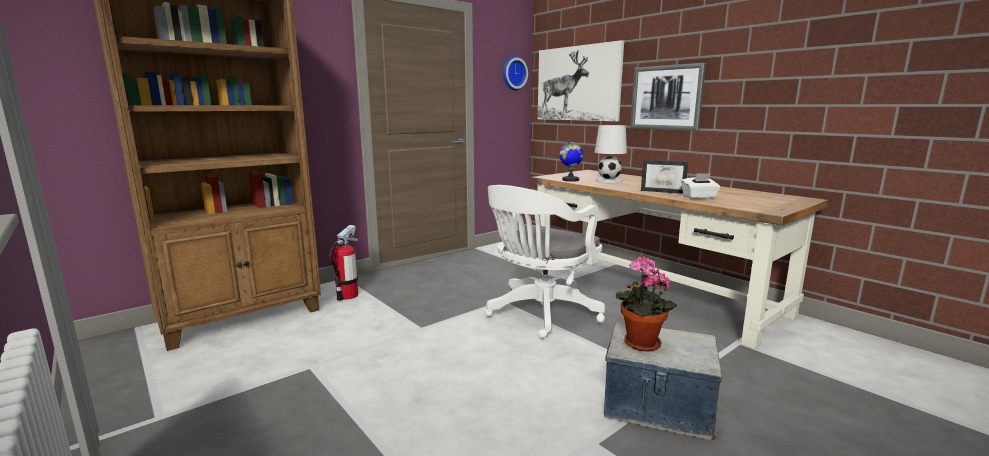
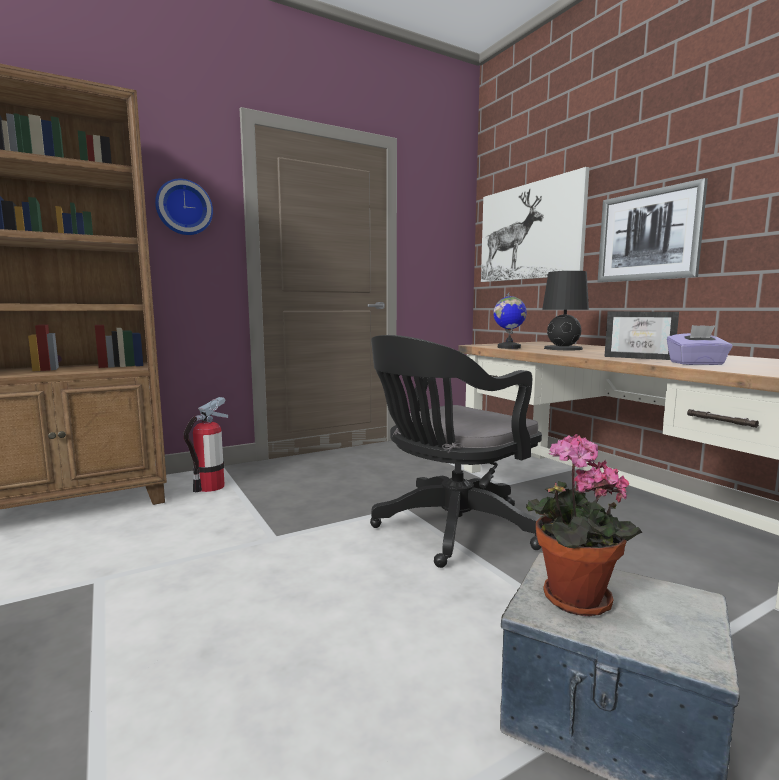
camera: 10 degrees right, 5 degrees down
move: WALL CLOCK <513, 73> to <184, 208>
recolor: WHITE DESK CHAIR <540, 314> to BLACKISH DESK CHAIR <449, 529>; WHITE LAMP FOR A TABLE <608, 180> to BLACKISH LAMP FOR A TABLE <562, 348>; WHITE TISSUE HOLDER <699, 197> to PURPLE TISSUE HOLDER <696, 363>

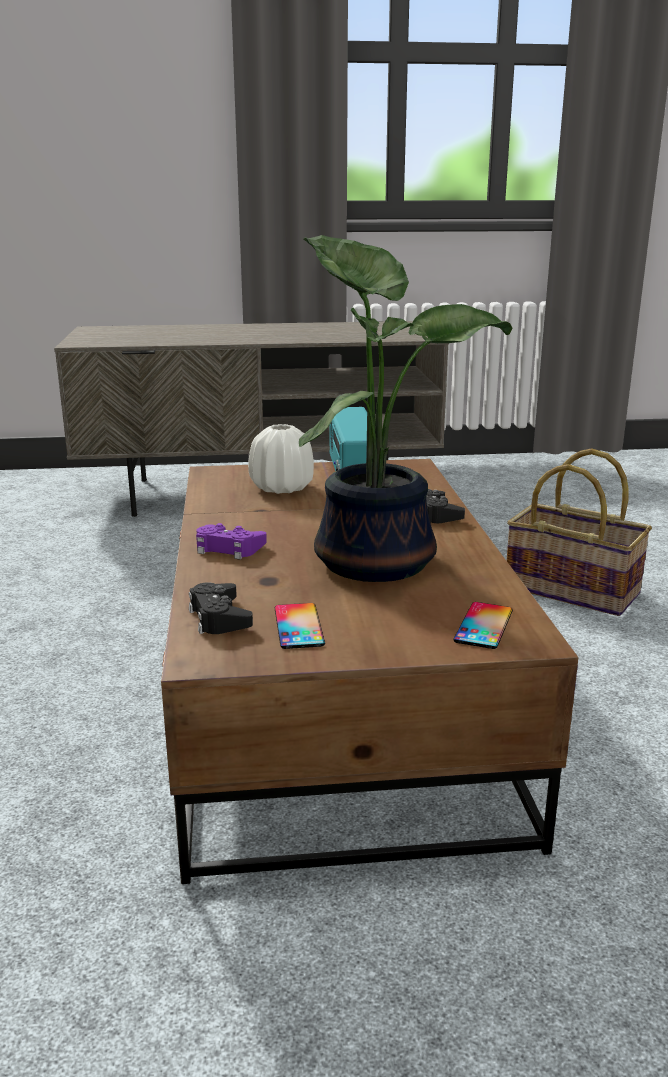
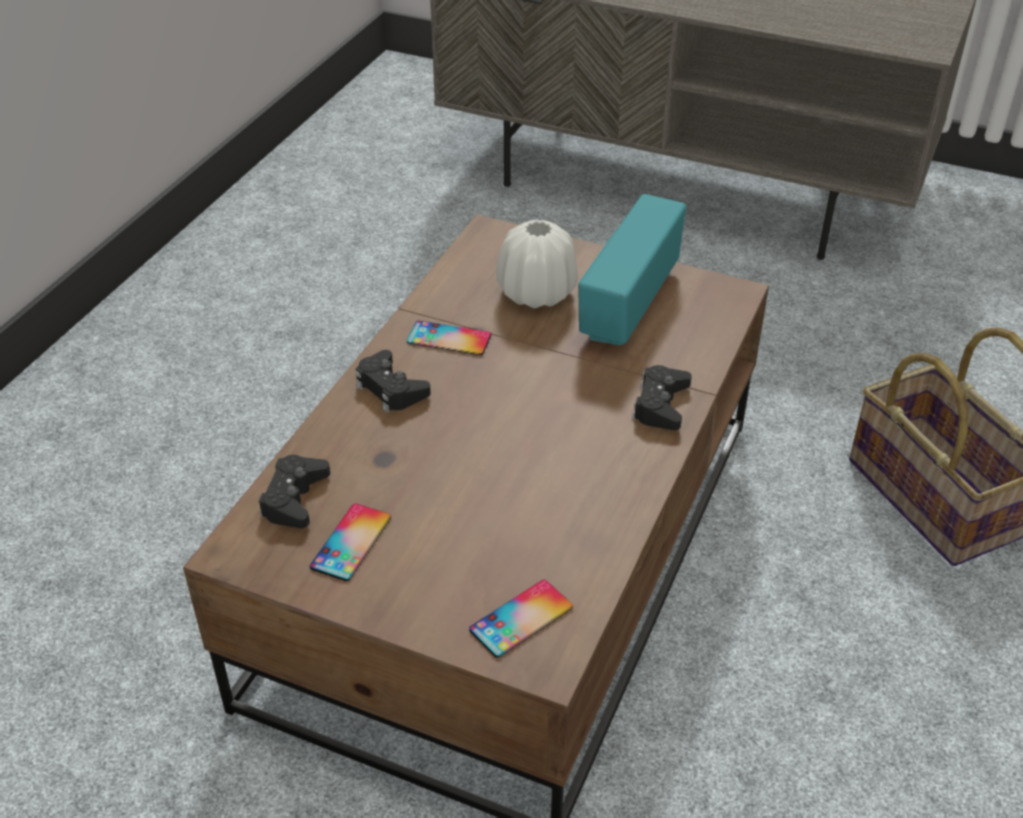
camera: 30 degrees right, 20 degrees up
delete: PLANT IN A POT <377, 558>
insert: PHONE <449, 339>
recolor: PURPLE GAMEPAD <228, 548> to BLACKISH GAMEPAD <390, 388>

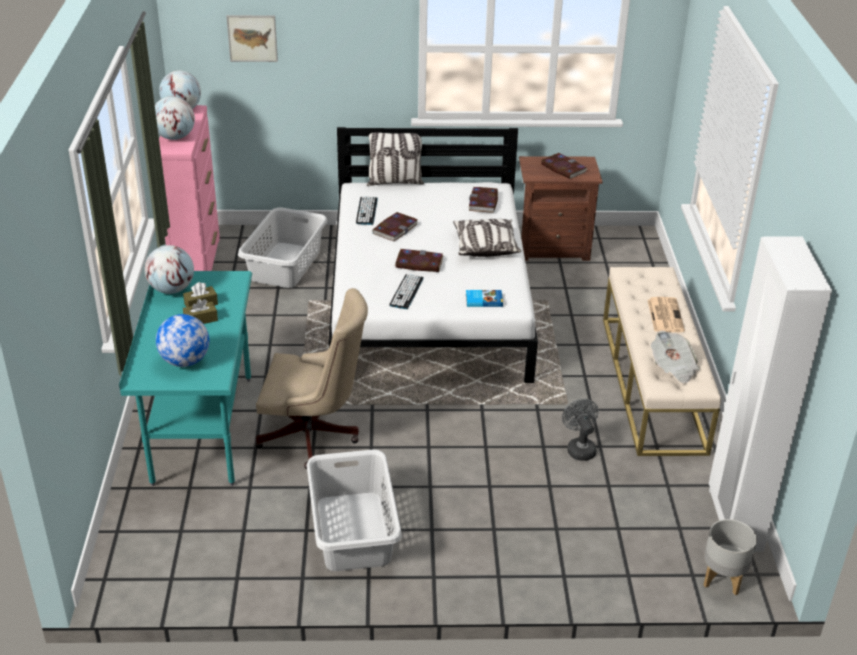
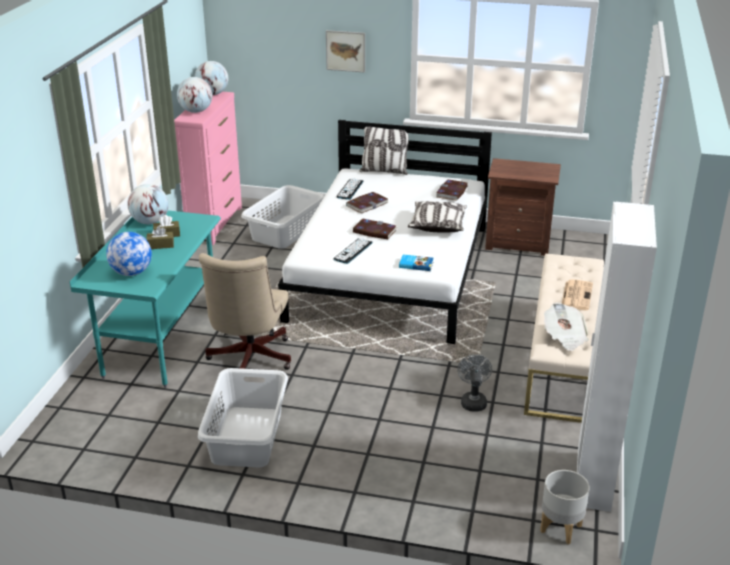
camera: 15 degrees right, 5 degrees down
delete: BOUND BOOK <563, 168>
move: WALL ART <252, 38> to <345, 51>
rotate: SAND-COLOURED DESK CHAIR <314, 436> = <248, 360> 75 degrees clockwise

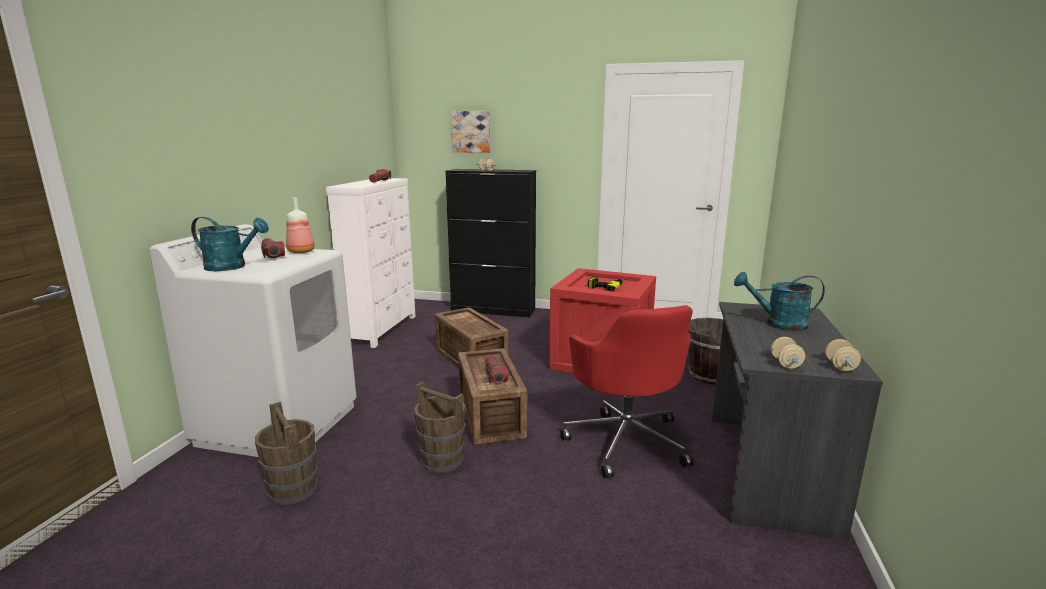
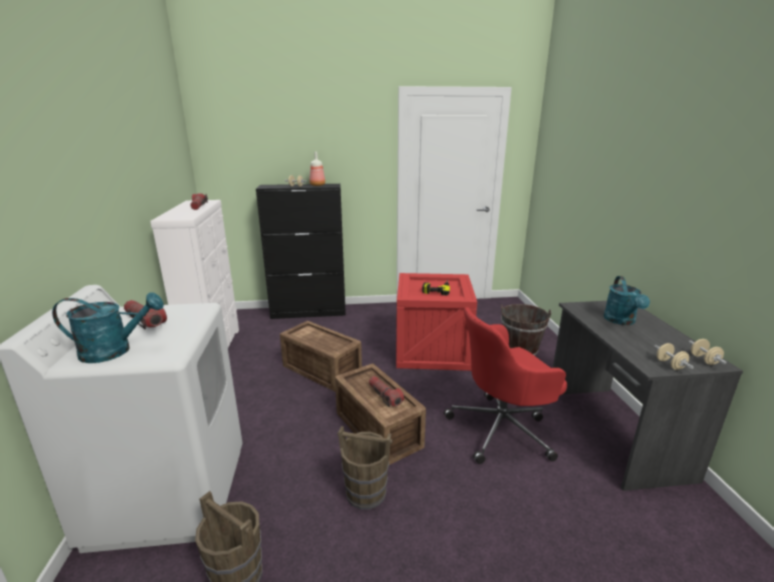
camera: 20 degrees left, 5 degrees up
delete: WALL ART <471, 131>
move: DRINK BOTTLE <300, 251> to <317, 185>
rotate: REDDISH DESK CHAIR <626, 440> = <502, 429> 105 degrees clockwise; TURQUOISE-COLOURED WATERING CAN <778, 324> = <621, 321> 75 degrees counterclockwise

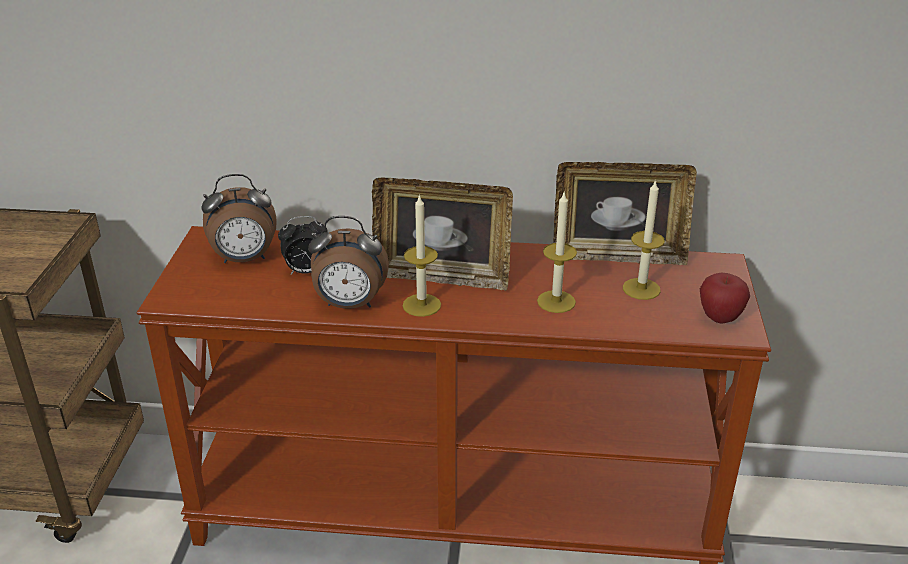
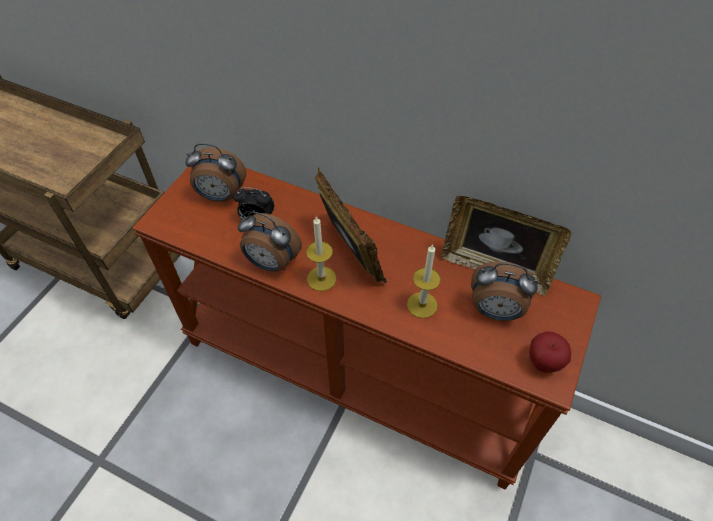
camera: 20 degrees right, 20 degrees up
replace: CANDLE <641, 289> to BEDSIDE CLOCK <495, 311>
rotate: PHOTO FRAME <442, 276> = <349, 252> 150 degrees counterclockwise

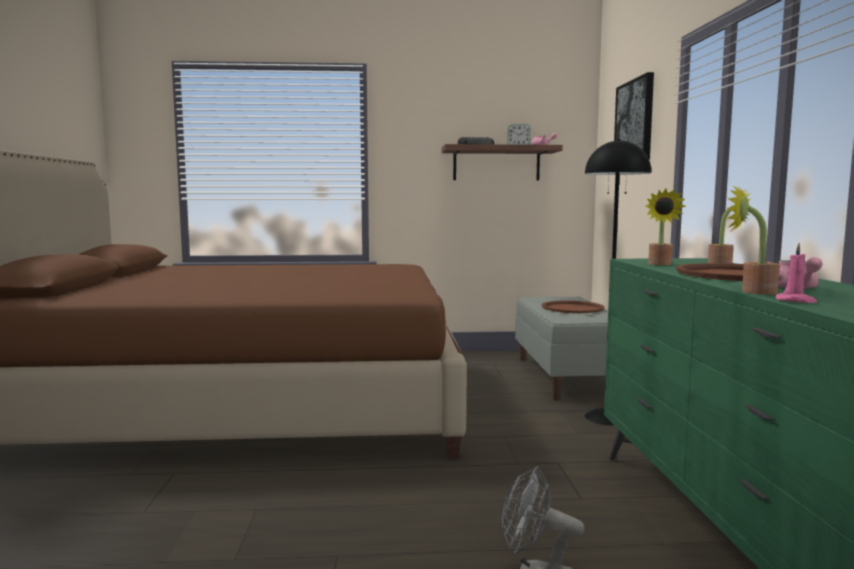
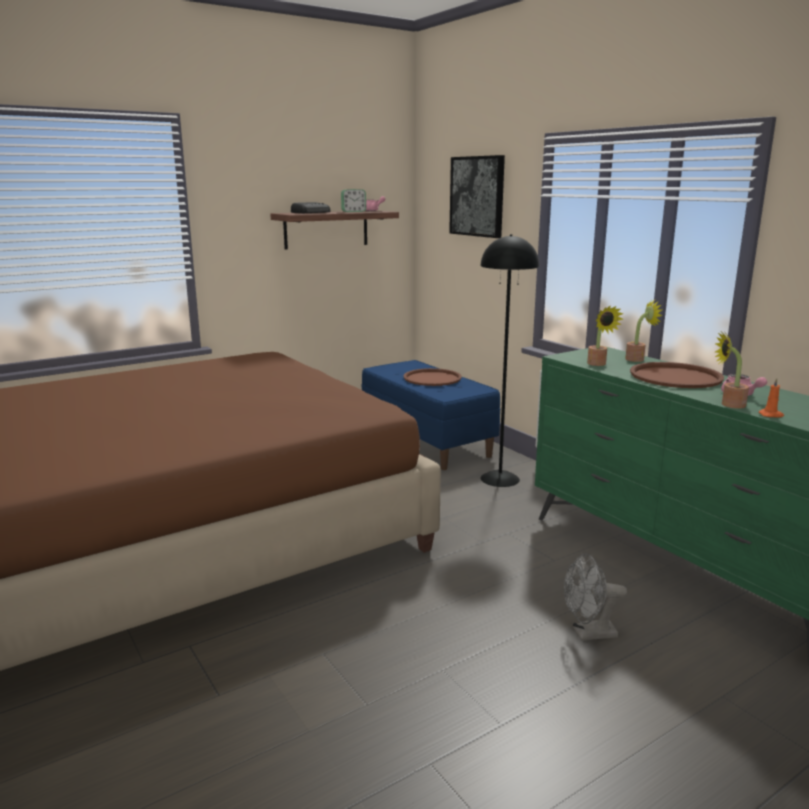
camera: 30 degrees left, 10 degrees up
recolor: GRAY INDOOR BENCH <566, 377> to BLUE INDOOR BENCH <427, 442>; PINK-COLOURED CANDLE <796, 301> to ORANGEY CANDLE <771, 415>

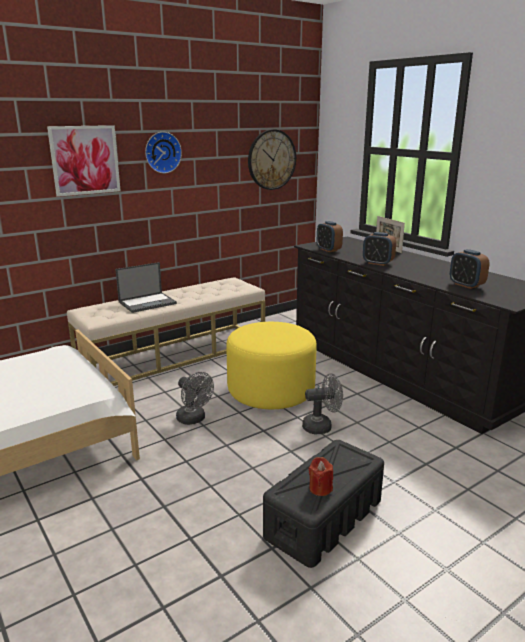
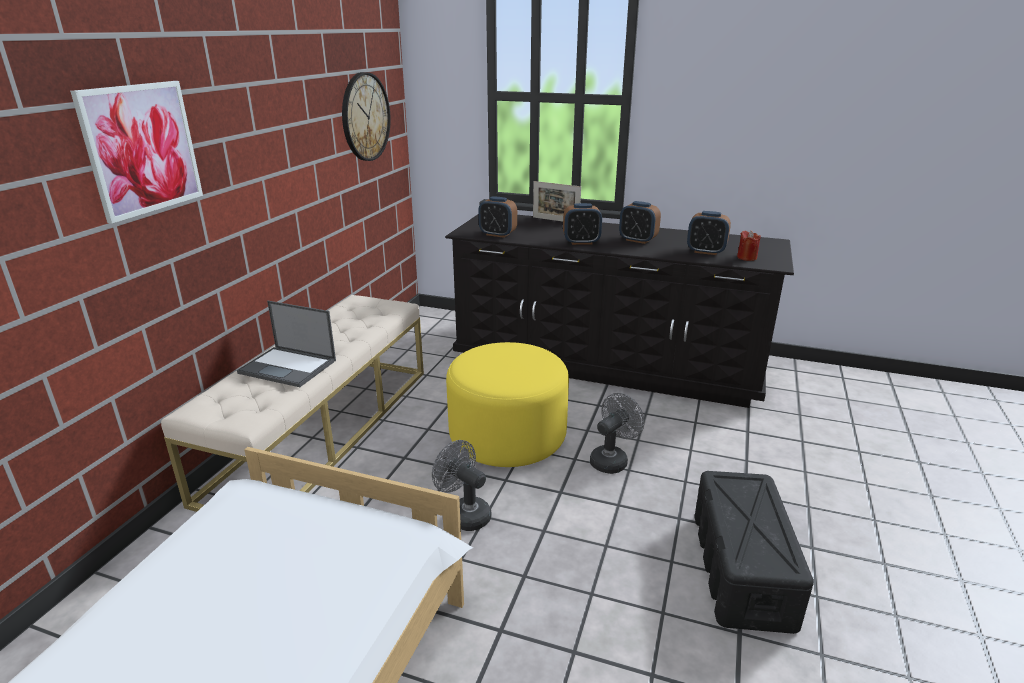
camera: 35 degrees left, 5 degrees up
delete: WALL CLOCK <162, 152>
insert: BEDSIDE CLOCK <638, 240>
move: REDDISH CANDLE <320, 488> to <746, 257>
rotate: LAPTOP <148, 303> = <289, 367> 90 degrees clockwise; GRAY FAN <194, 419> = <464, 514> 150 degrees counterclockwise

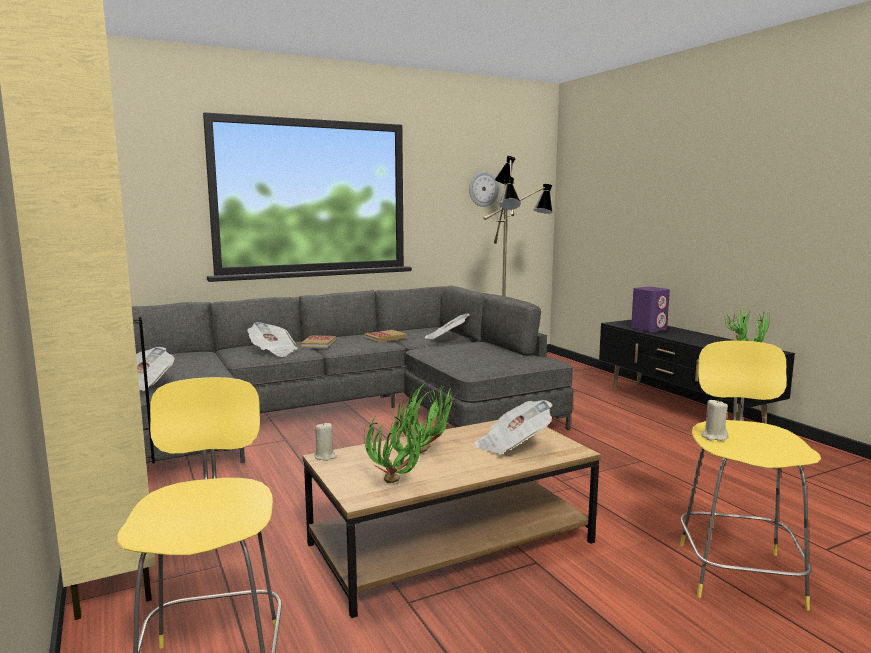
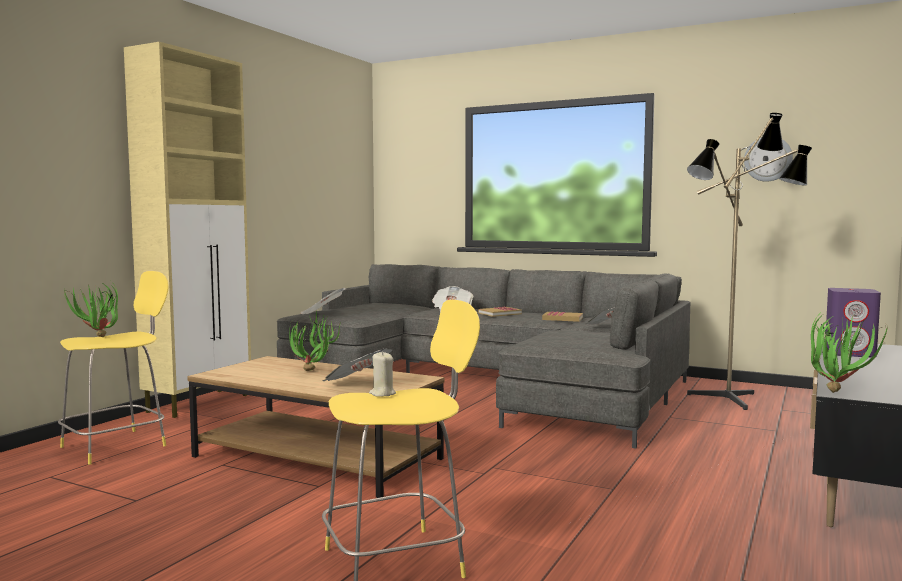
camera: 55 degrees right, 5 degrees down
delete: SAND-COLOURED CANDLE <325, 456>
move: PLANT IN A POT <399, 485> to <98, 338>

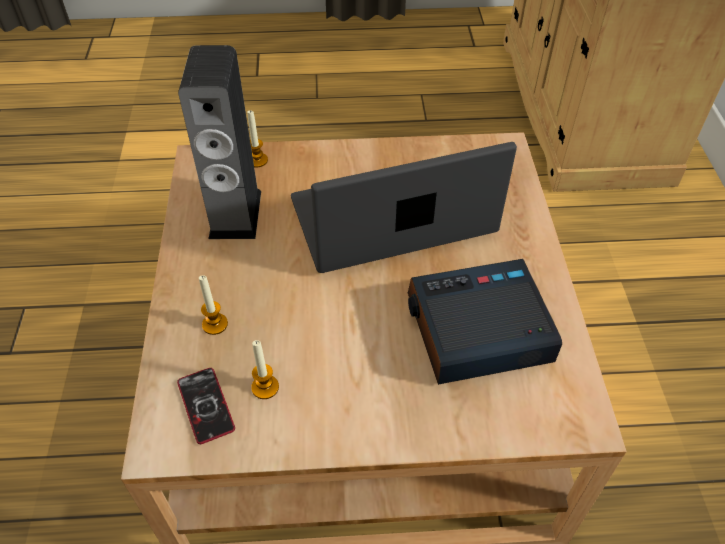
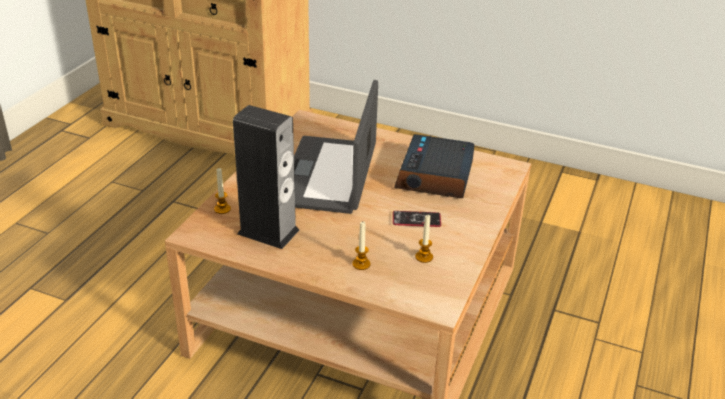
camera: 65 degrees left, 15 degrees down
move: PHONE <205, 405> to <416, 220>

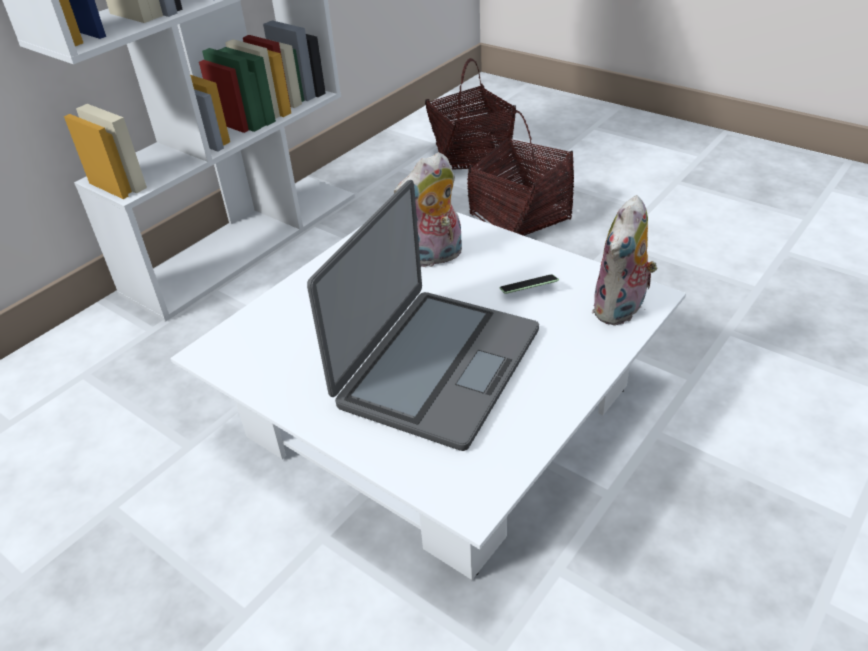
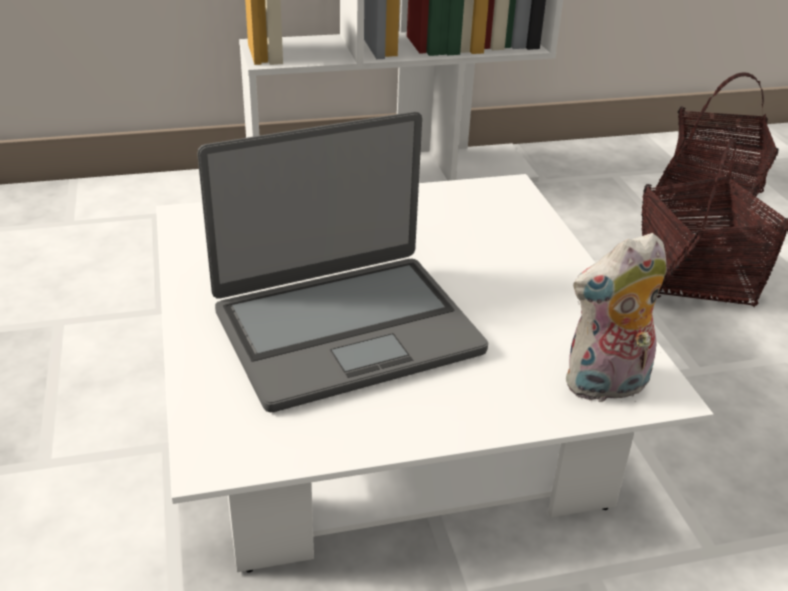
camera: 35 degrees right, 5 degrees down
delete: SOFT TOY <435, 257>; PHONE <528, 290>

